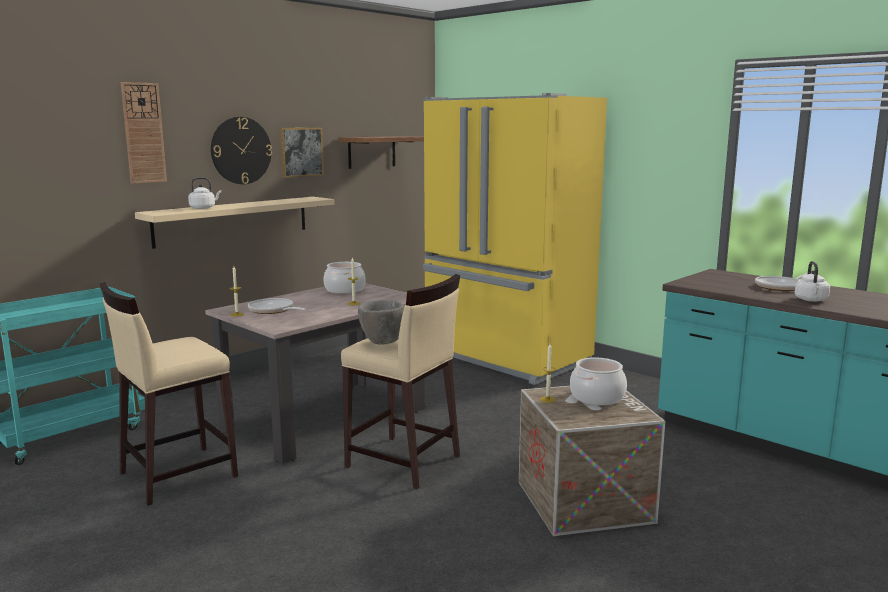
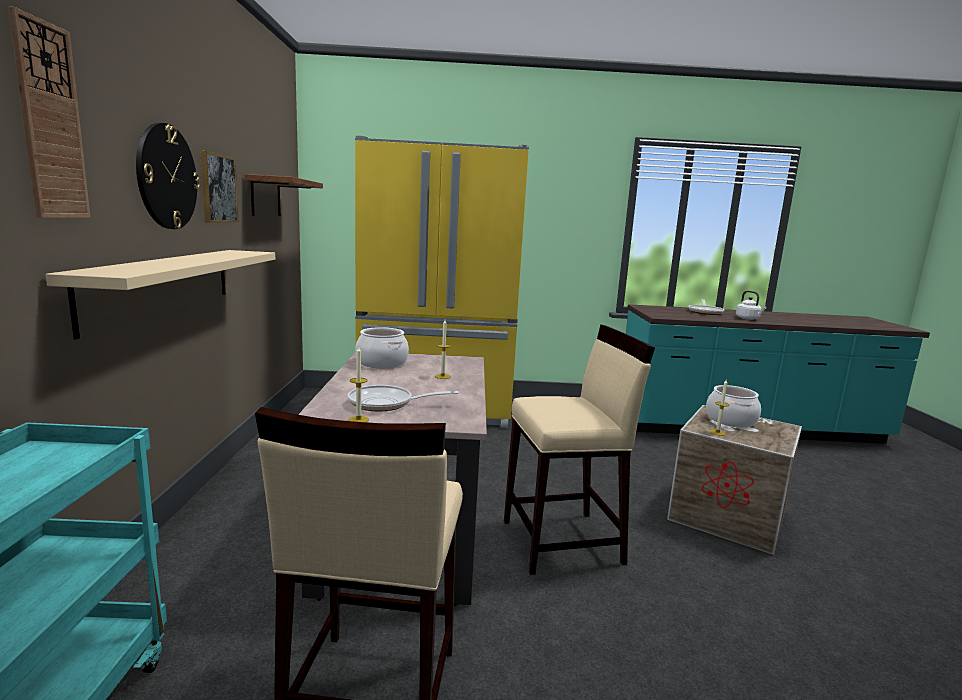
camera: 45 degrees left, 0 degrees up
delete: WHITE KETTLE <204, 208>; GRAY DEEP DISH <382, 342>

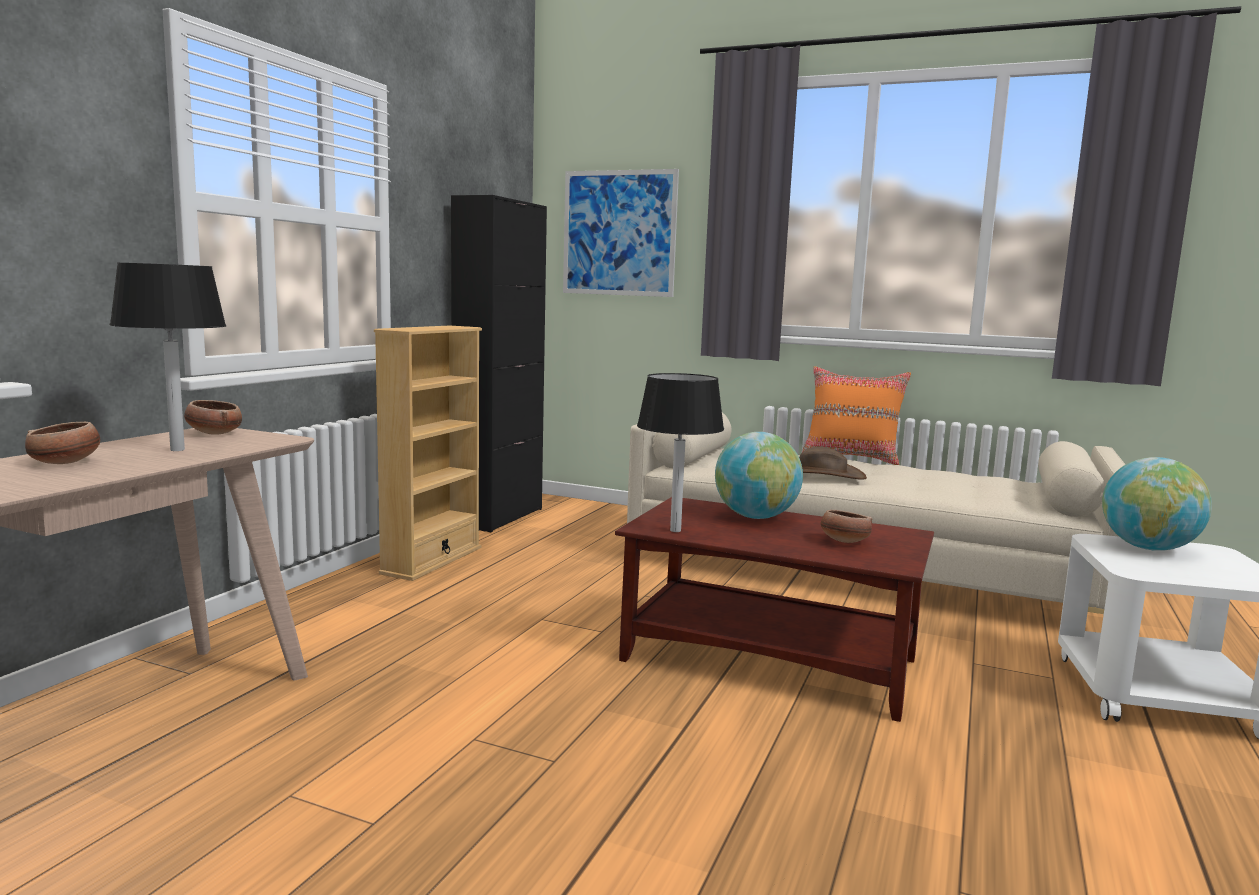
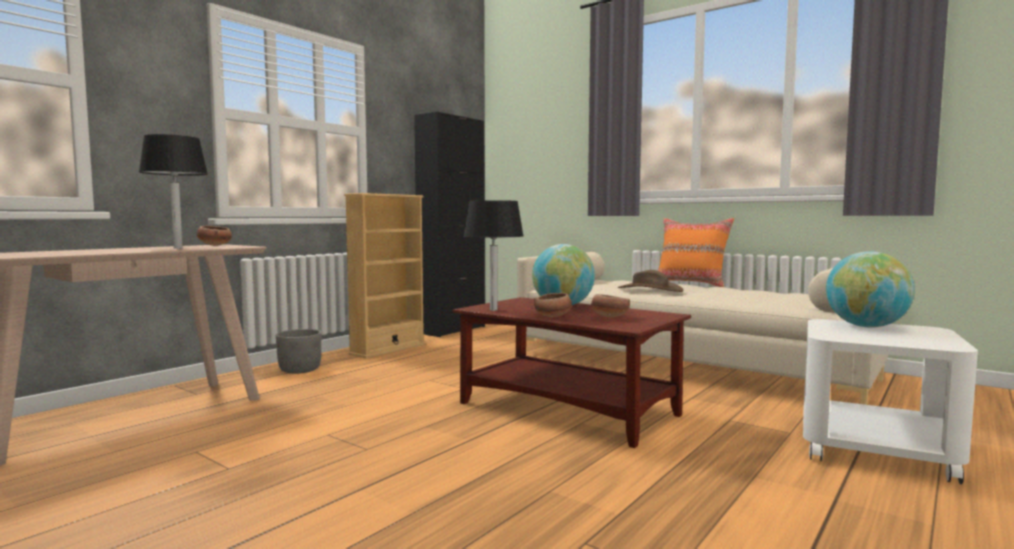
camera: 15 degrees right, 5 degrees down
delete: WALL ART <619, 233>
insert: GRAY FLOWER POT <300, 370>
move: DEEP DISH <66, 463> to <553, 316>

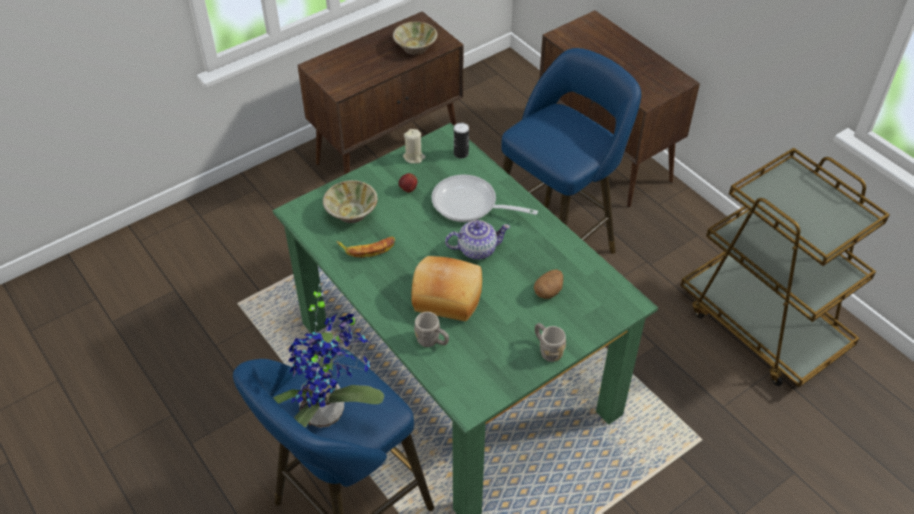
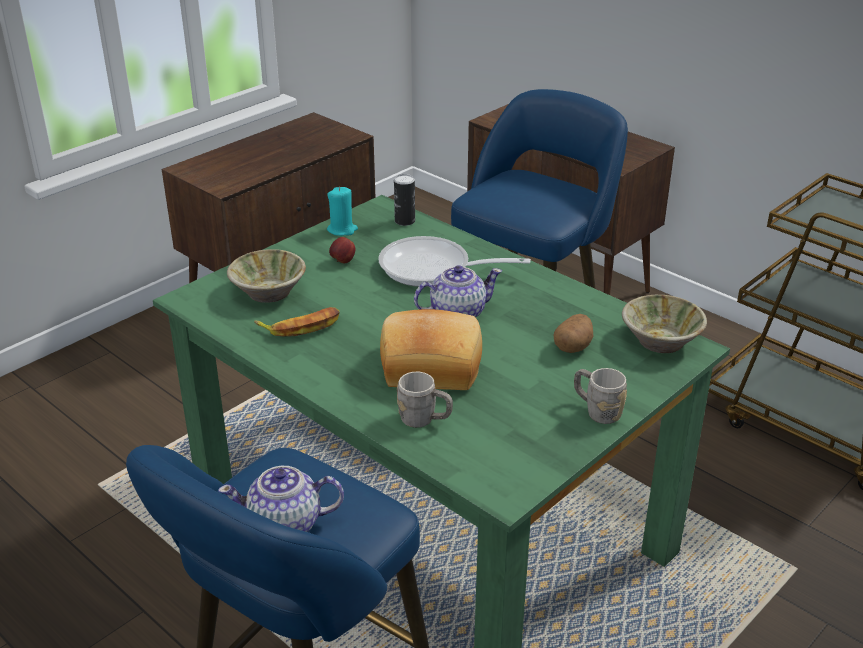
camera: 10 degrees left, 15 degrees down
move: SAND-COLOURED DEEP DISH <415, 47> to <660, 340>
replace: PLANT IN A POT <329, 411> to POT FOR TEA <286, 525>
recolor: SAND-COLOURED CANDLE <414, 157> to TURQUOISE-COLOURED CANDLE <342, 230>

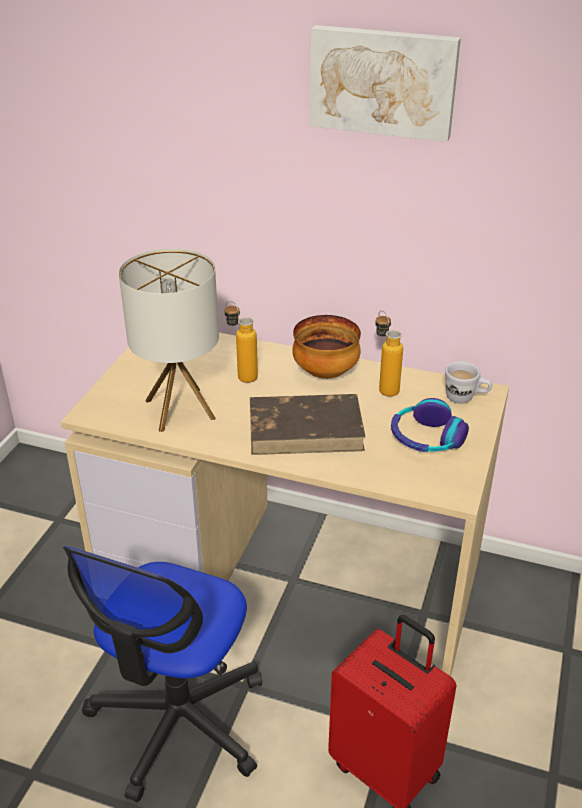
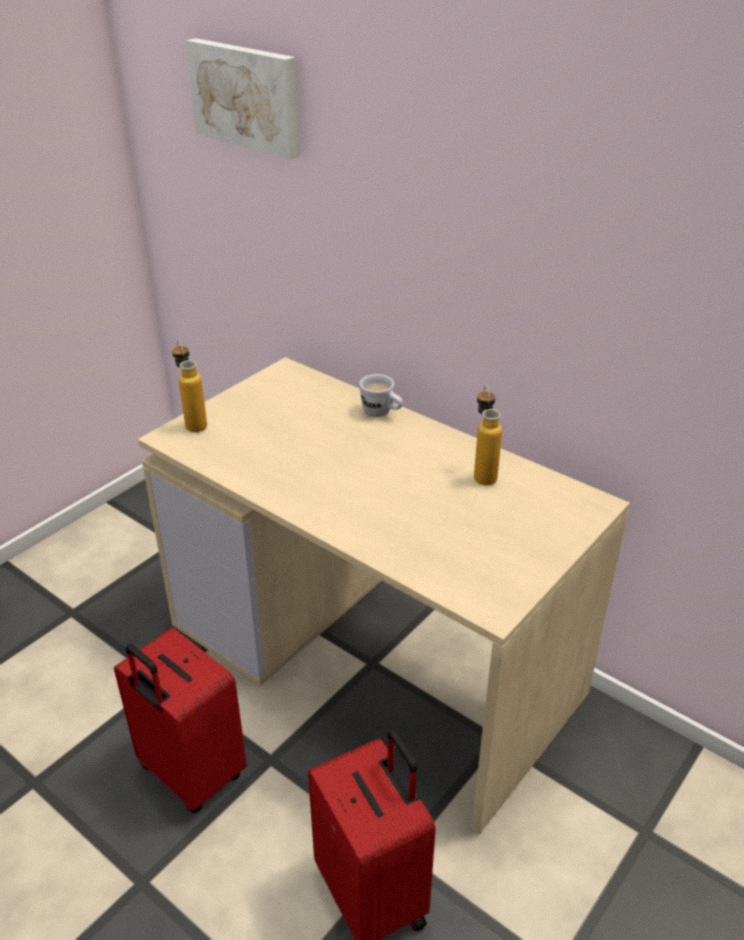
camera: 20 degrees right, 0 degrees up
delete: LAMP FOR A TABLE <180, 409>; BROWN-COLOURED BOUND BOOK <306, 428>; DEEP DISH <326, 373>; HEADSET <426, 438>
move: DRINK BOTTLE <241, 374> to <193, 422>; WALL ART <383, 81> to <247, 96>; WHITE TEA MUG <465, 398> to <382, 413>
replace: DESK CHAIR <178, 721> to REDDISH SUITCASE <189, 774>

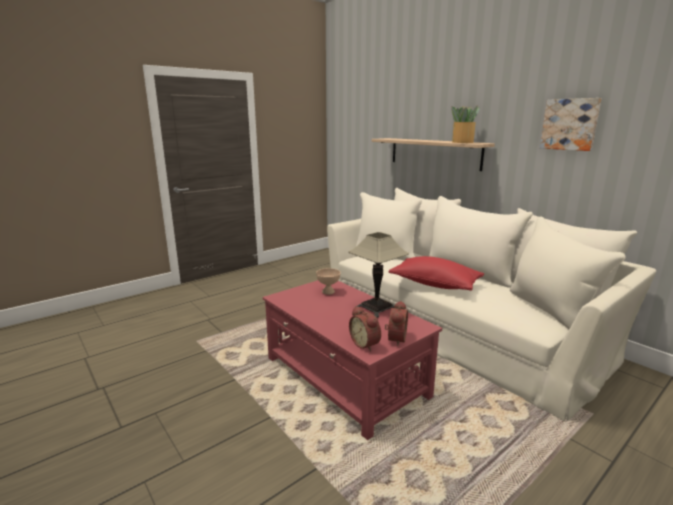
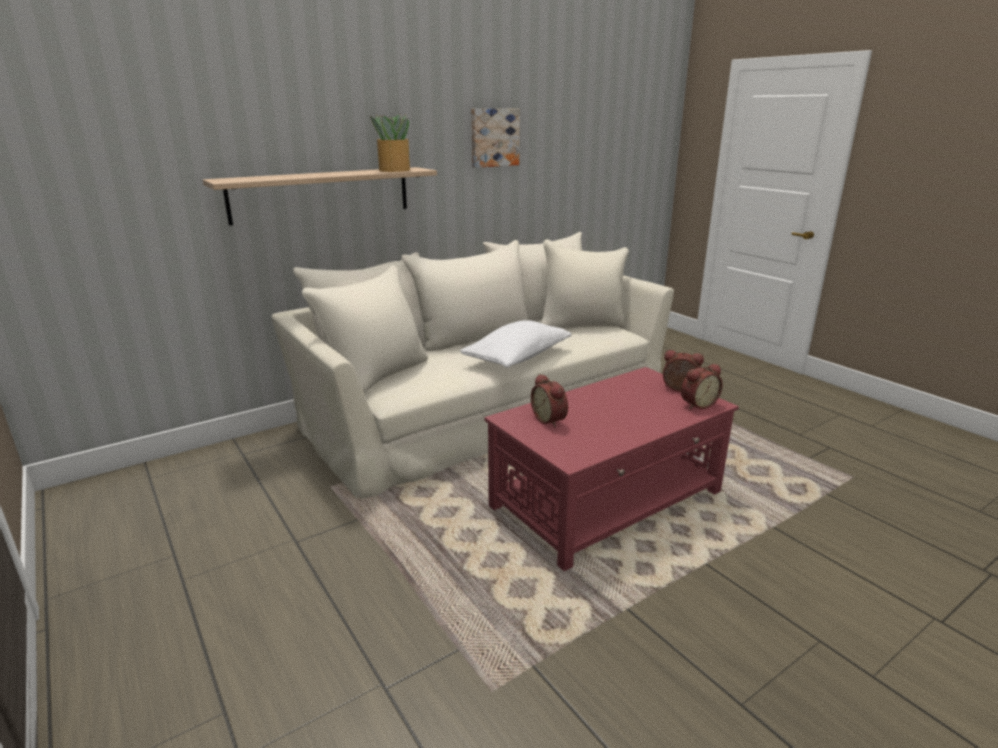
camera: 85 degrees left, 5 degrees up
delete: LAMP FOR A TABLE <376, 308>
replace: SAND-COLOURED DEEP DISH <328, 292> to BEDSIDE CLOCK <550, 419>
recolor: REDDISH THROW PILLOW <435, 284> to WHITE THROW PILLOW <517, 358>

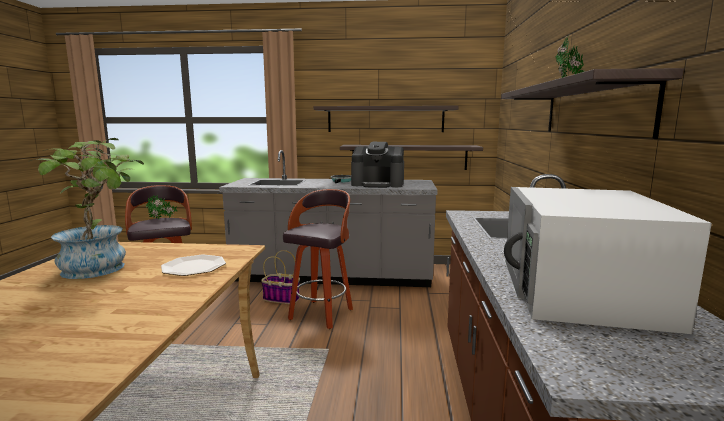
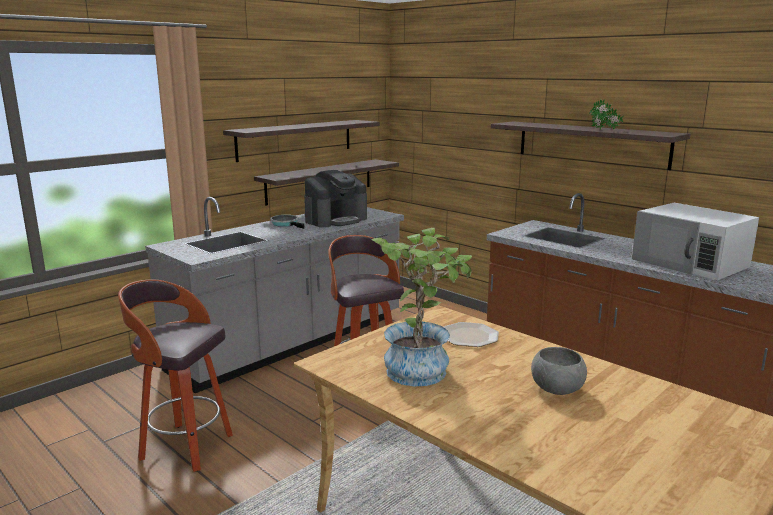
camera: 50 degrees left, 5 degrees up
delete: PLANT IN A POT <162, 219>; STORAGE BASKET <282, 299>
insert: GRAY DEEP DISH <556, 389>

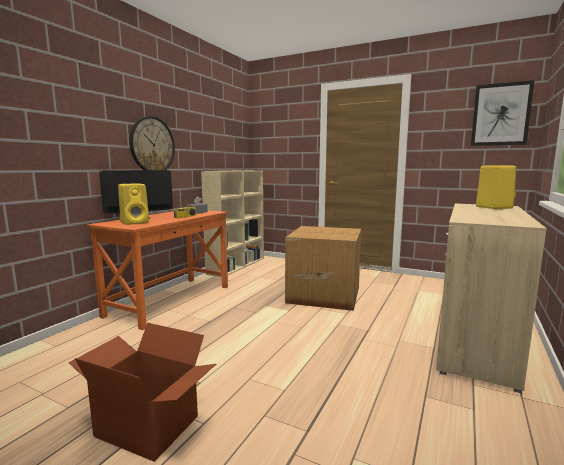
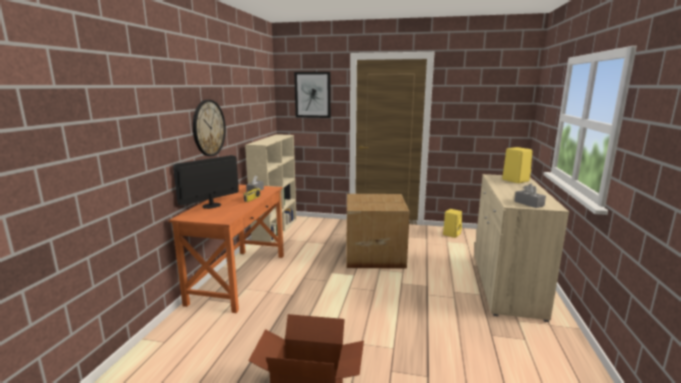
camera: 15 degrees left, 5 degrees up
insert: GRAY TISSUE HOLDER <529, 203>
move: YELLOWISH LOUDSPEAKER <135, 222> to <452, 234>; WALL ART <500, 114> to <312, 95>

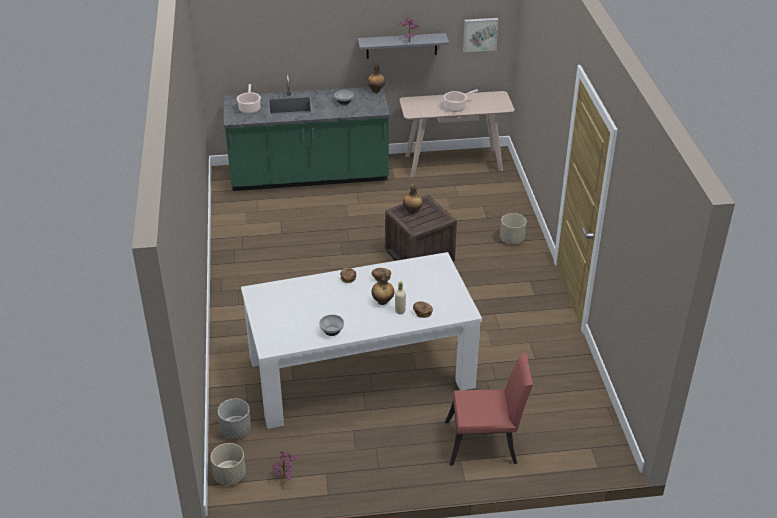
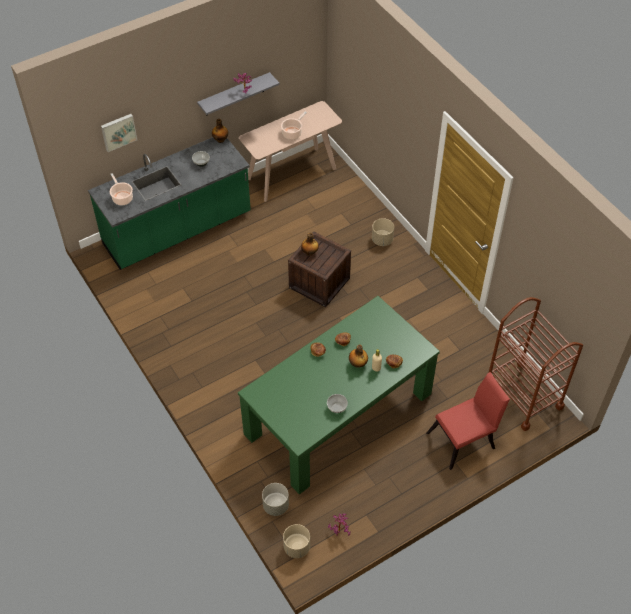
camera: 25 degrees left, 15 degrees up
insert: BROWN-COLOURED TROLLEY <523, 395>
move: WALL ART <480, 34> to <118, 131>
recolor: WHITE KITCHEN TABLE <360, 372> to GREEN KITCHEN TABLE <338, 413>

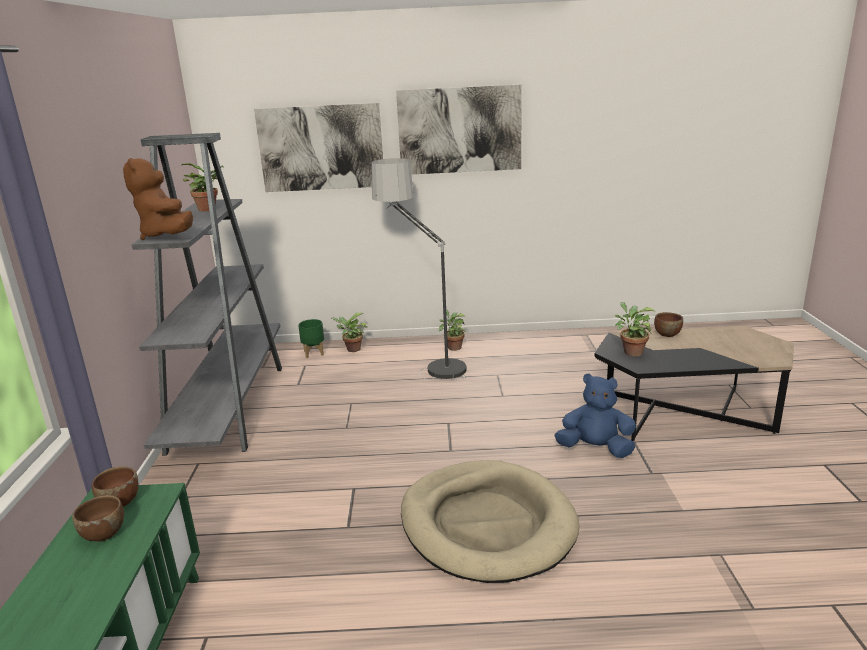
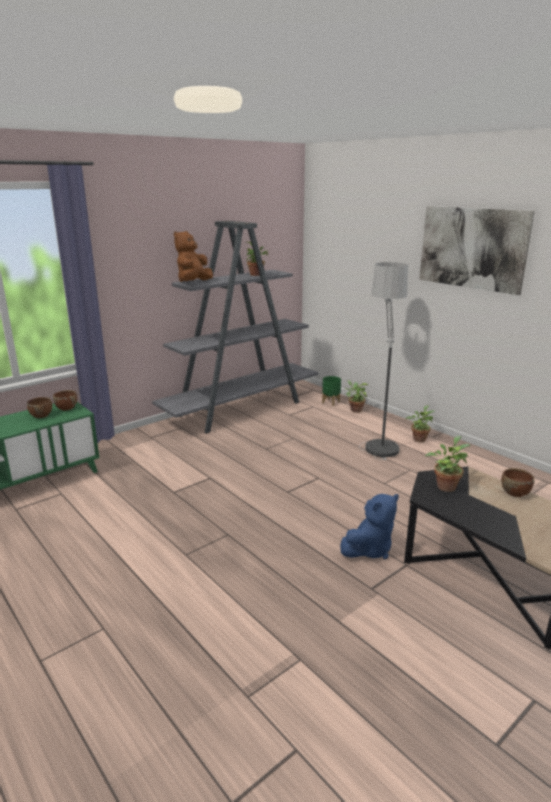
camera: 50 degrees right, 0 degrees up
delete: WALL ART <321, 148>; SAND-COLOURED DOG BED <487, 524>
rotate: BLUE SOFT TOY <595, 449> = <369, 549> 75 degrees clockwise

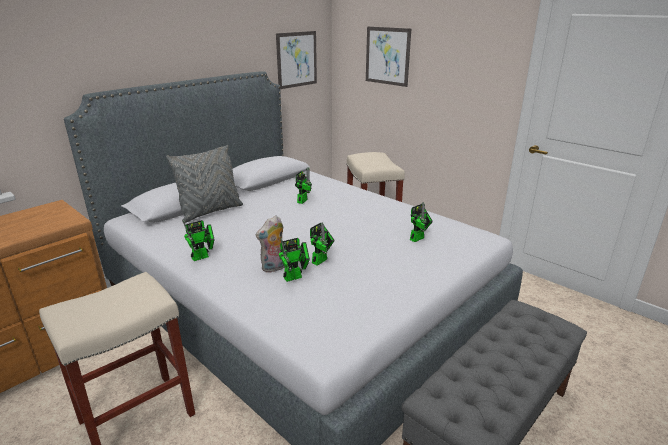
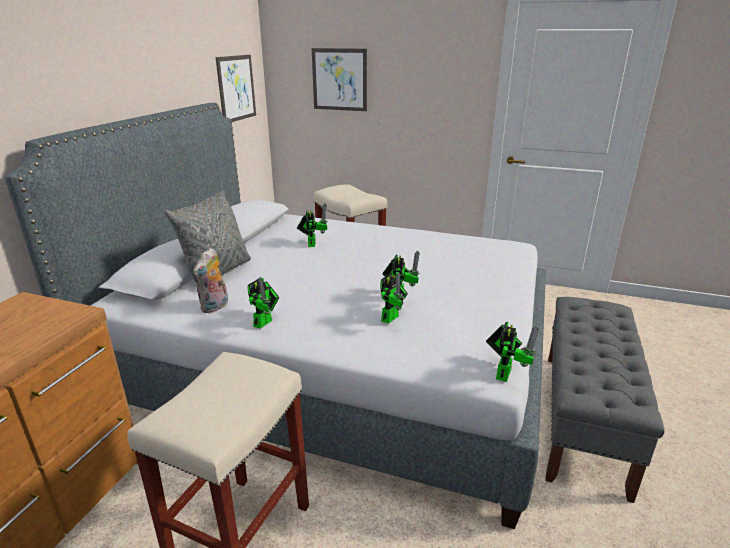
camera: 25 degrees left, 0 degrees up
move: SOFT TOY <275, 268> to <215, 307>; MODEL ROBOT <418, 238> to <504, 372>

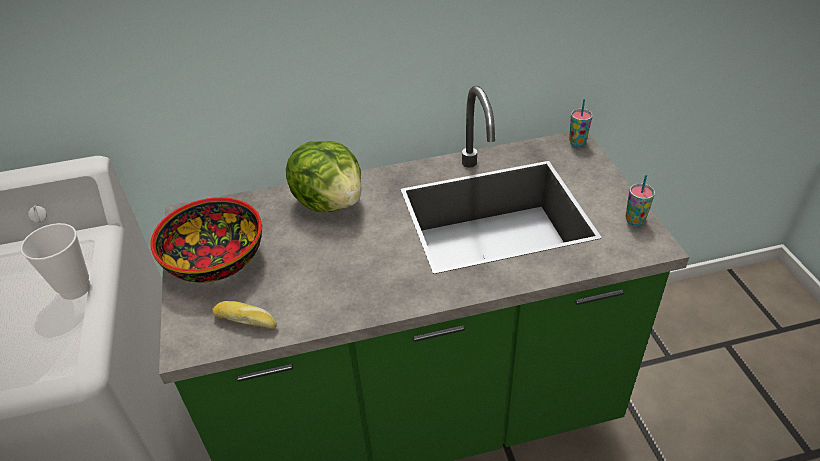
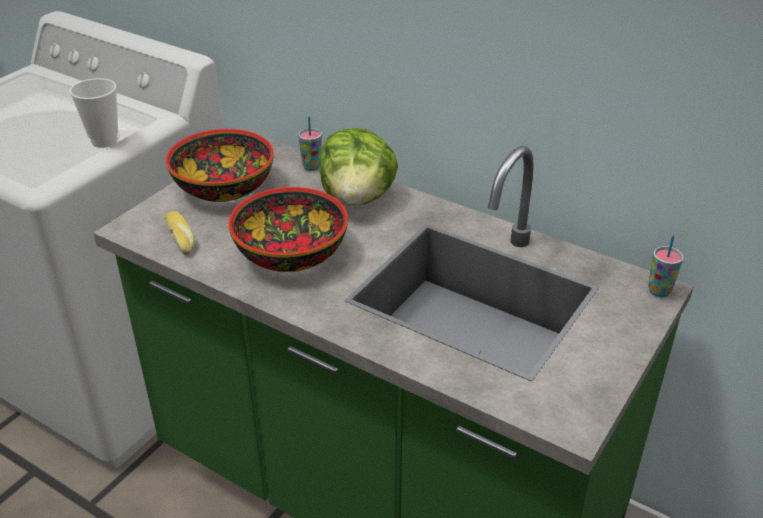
camera: 45 degrees right, 5 degrees down
insert: DEEP DISH <292, 254>
move: DRINKING CUP <634, 221> to <311, 167>

